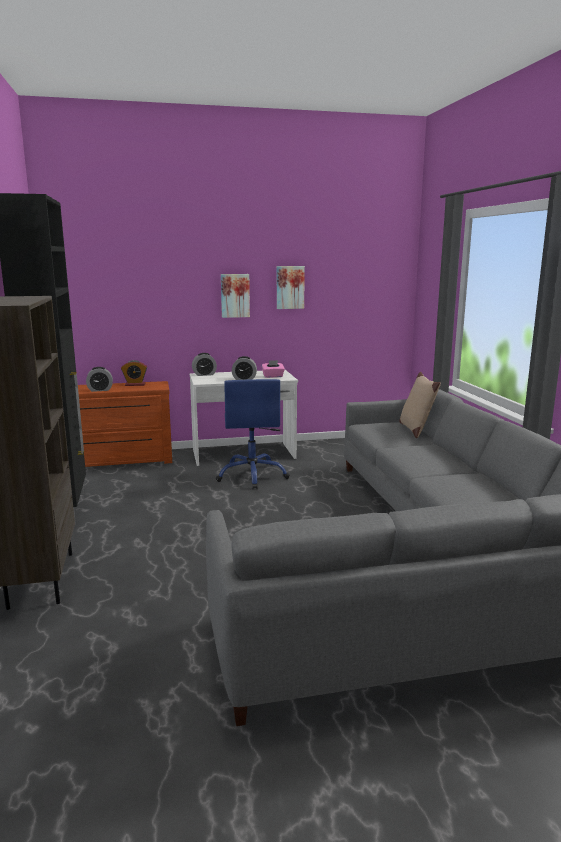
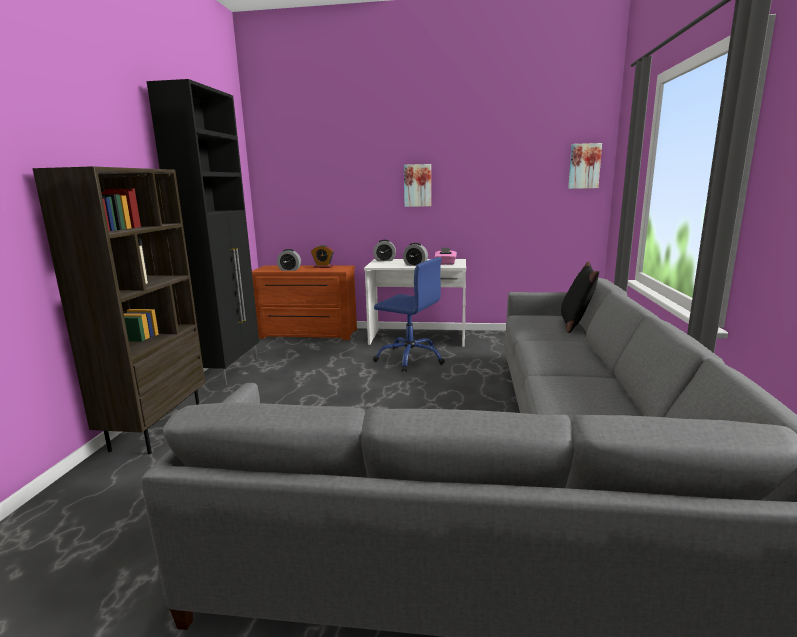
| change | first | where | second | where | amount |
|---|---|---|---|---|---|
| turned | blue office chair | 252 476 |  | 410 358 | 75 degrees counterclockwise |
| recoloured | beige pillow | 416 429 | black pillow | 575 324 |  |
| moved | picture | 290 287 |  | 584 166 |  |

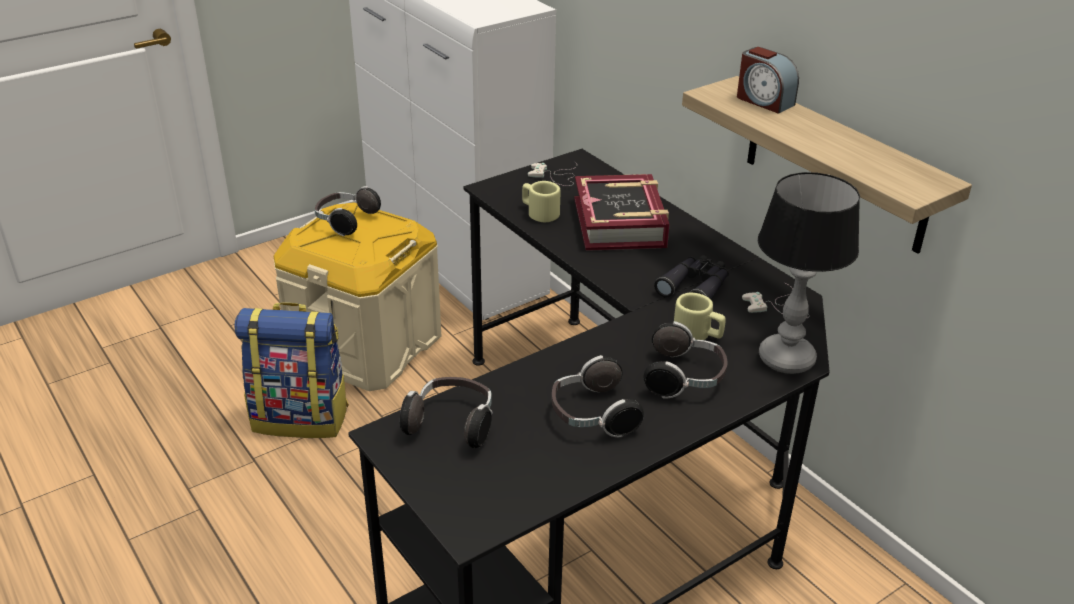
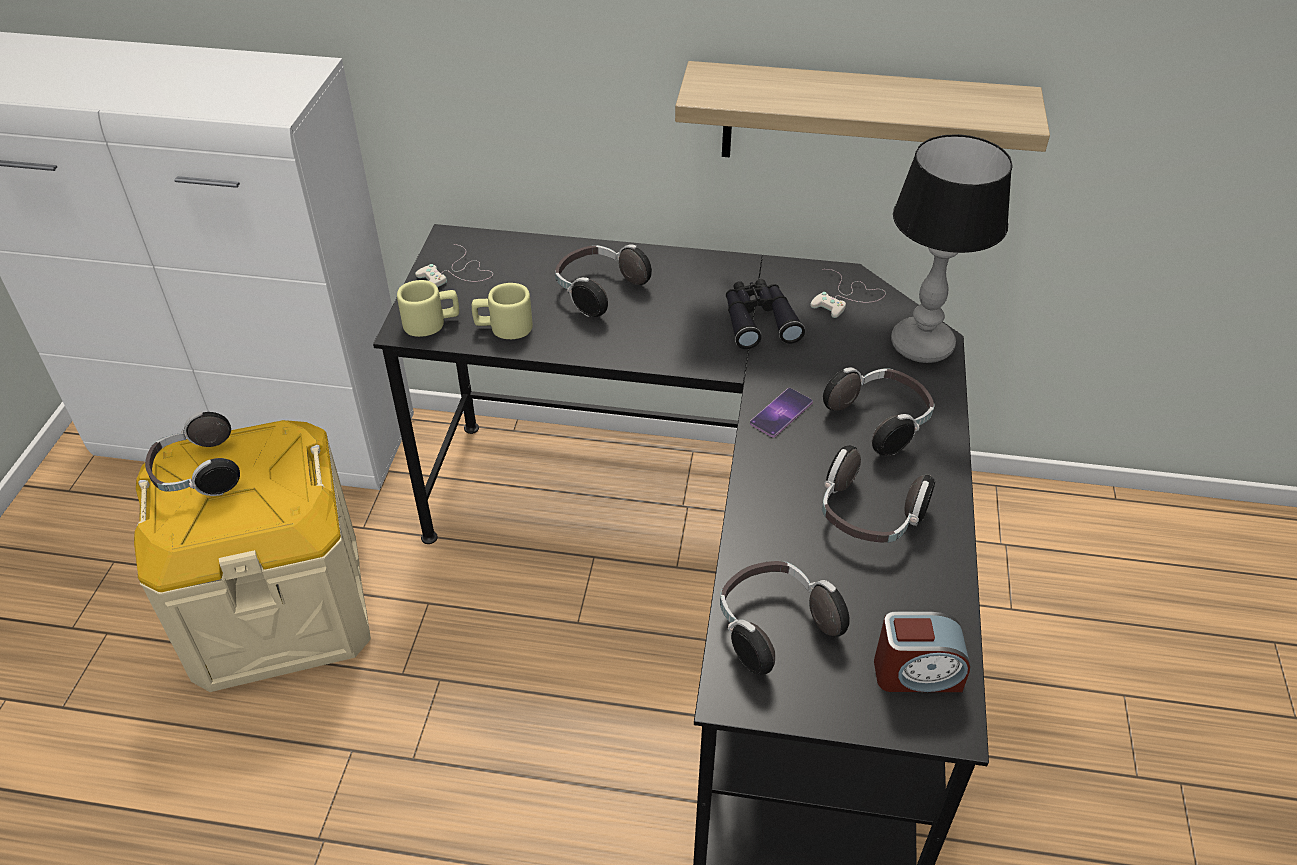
| change | first | where | second | where | amount |
|---|---|---|---|---|---|
| moved | beige mug | 698 334 |  | 432 323 |  |
| replaced | book | 620 223 | headphones | 598 291 |  |
| added |  |  | phone | 781 413 |  |
| moved | alarm clock | 764 101 |  | 916 673 |  |
| removed | backpack | 301 418 |  |  |  |

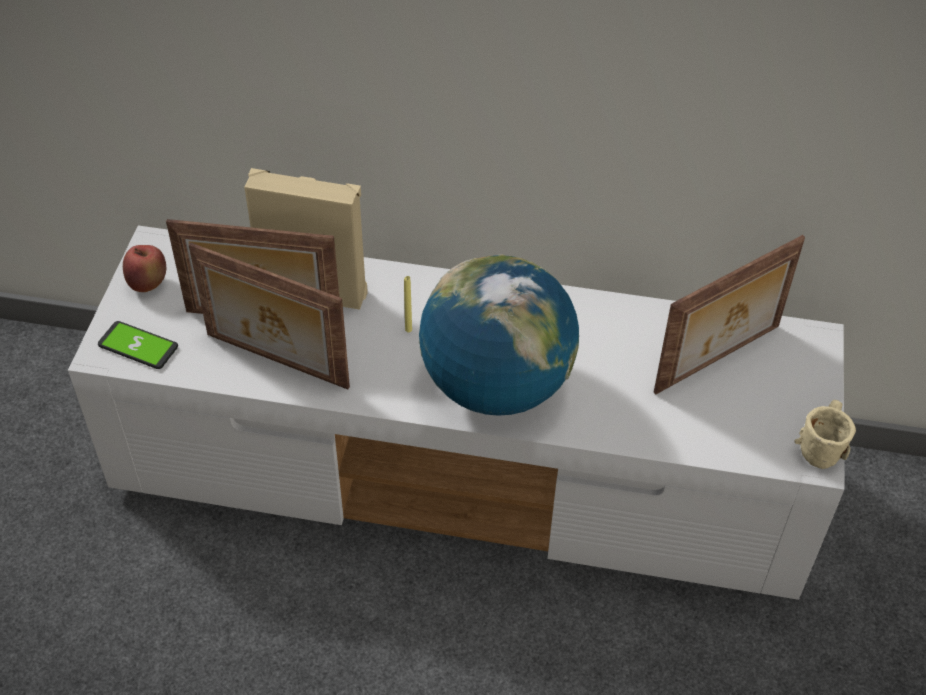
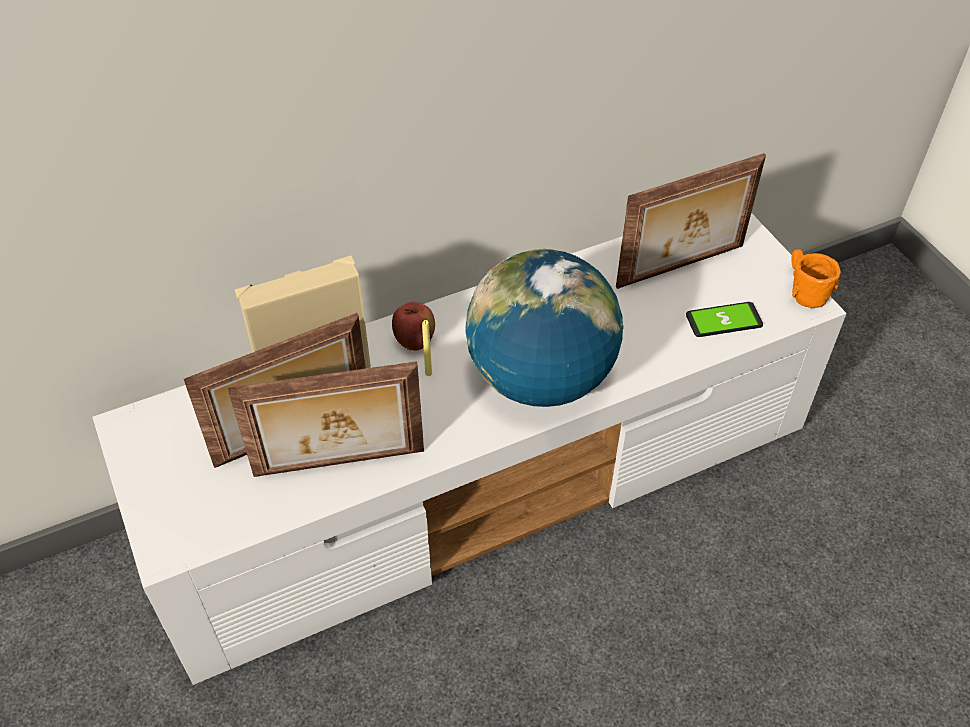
| change | first | where | second | where | amount |
|---|---|---|---|---|---|
| moved | apple | 148 284 |  | 415 341 |  |
| turned | picture frame | 719 360 |  | 681 268 | 45 degrees clockwise |
| moved | phone | 138 346 |  | 723 320 |  |
| recoloured | beige mug | 820 442 | orange mug | 801 289 |  |

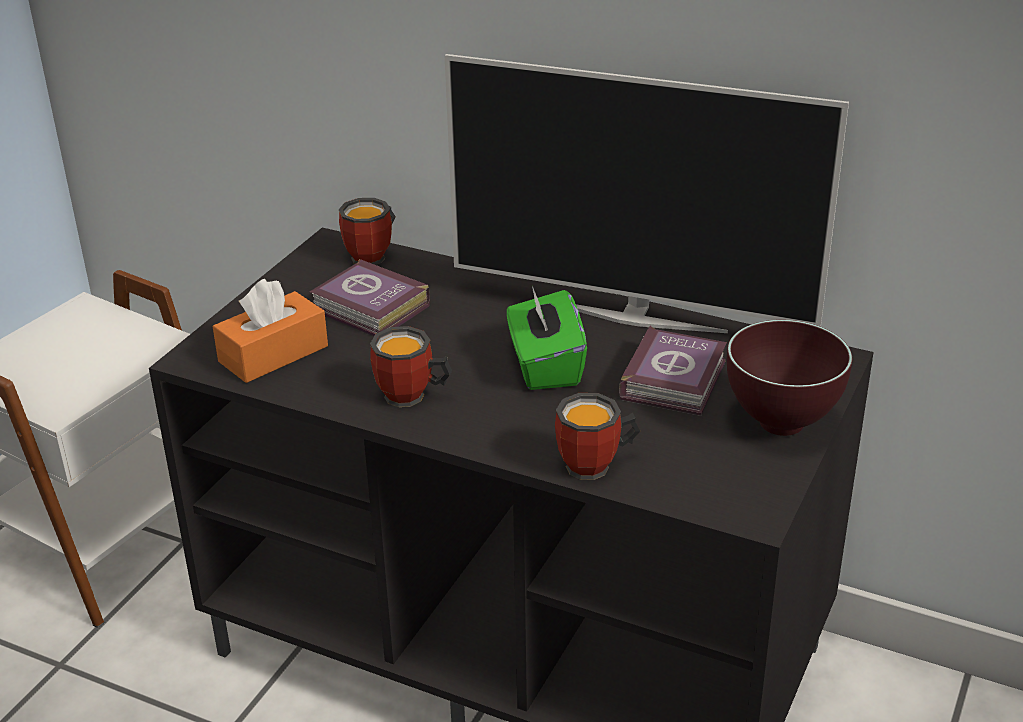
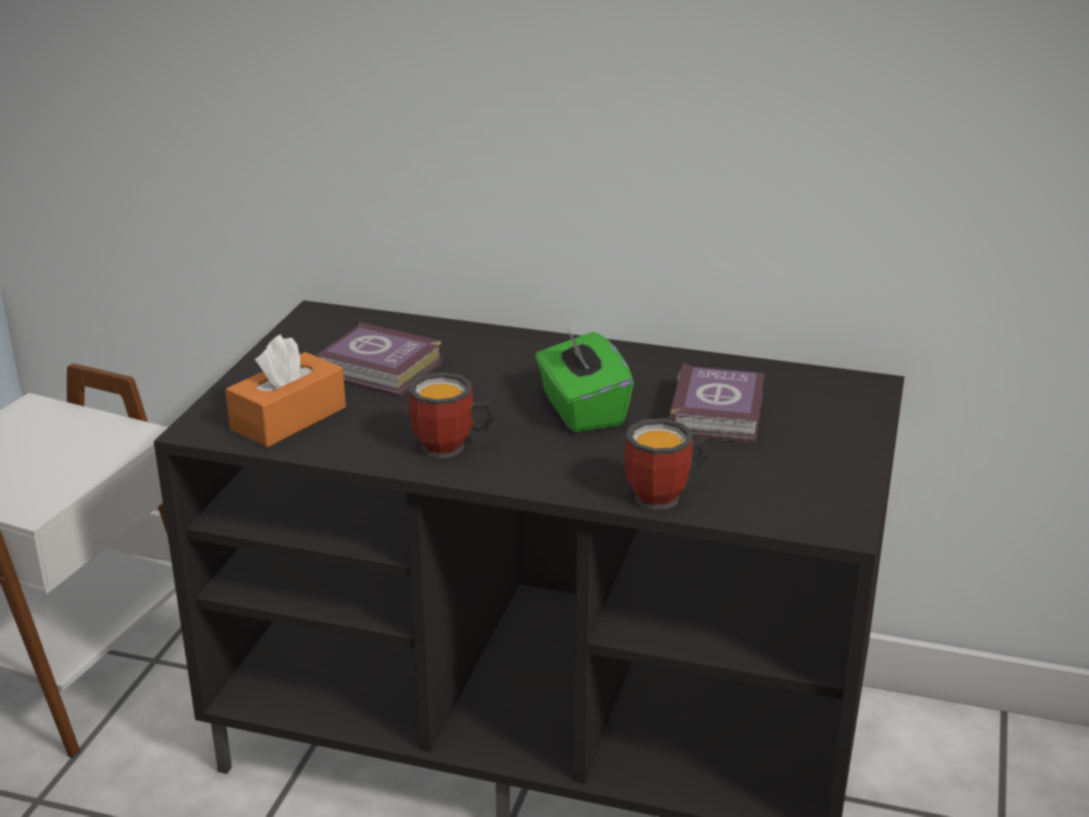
| change | first | where | second | where | amount |
|---|---|---|---|---|---|
| removed | mug | 374 255 |  |  |  |
| removed | television | 634 315 |  |  |  |
| removed | brown bowl | 782 423 |  |  |  |

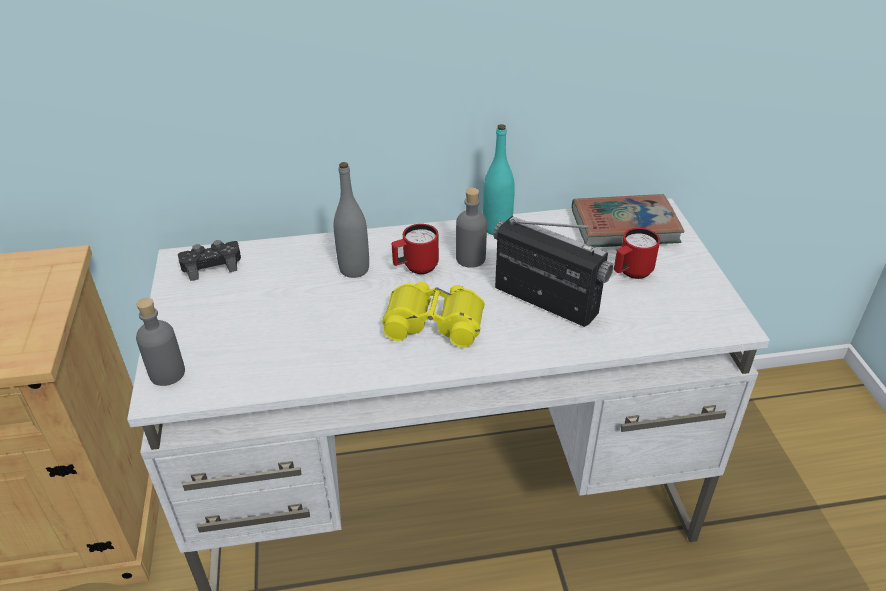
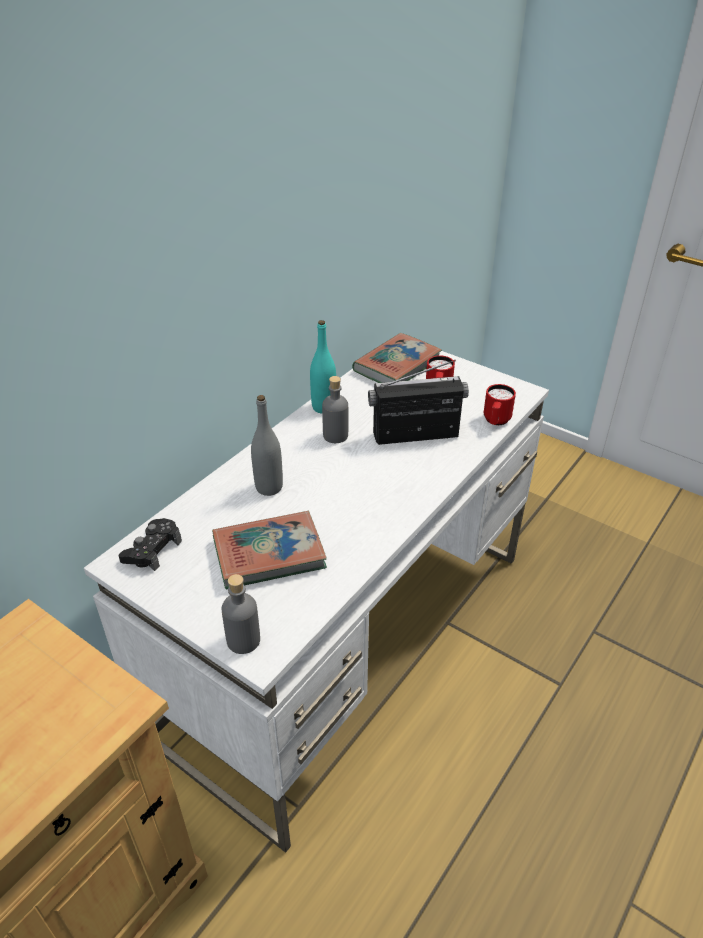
| change | first | where | second | where | amount |
|---|---|---|---|---|---|
| added |  |  | book | 269 554 |  |
| moved | red mug | 415 268 |  | 495 422 |  |
| removed | yellow binoculars | 434 321 |  |  |  |

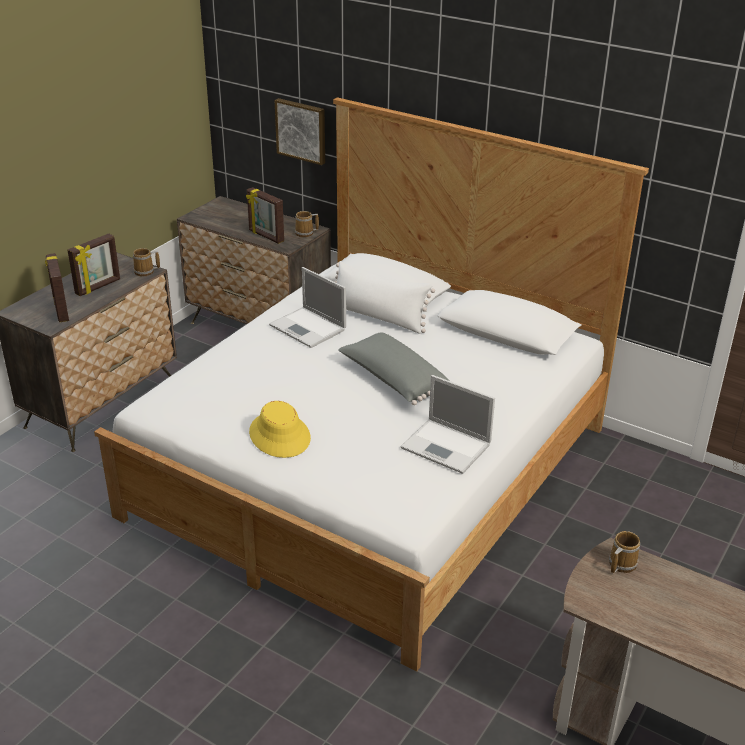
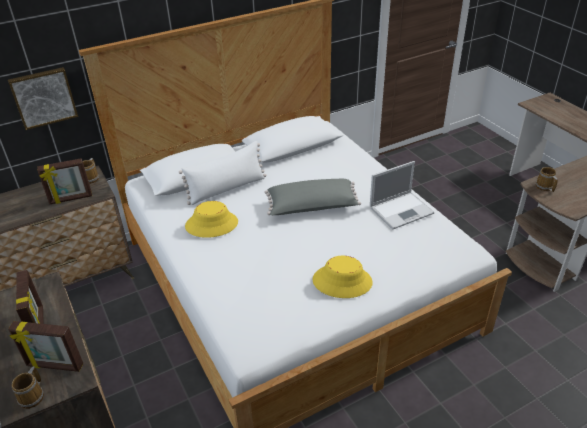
| change | first | where | second | where | amount |
|---|---|---|---|---|---|
| moved | mug | 146 272 |  | 33 396 |  |
| replaced | laptop | 309 328 | yellow hat | 211 224 |  |

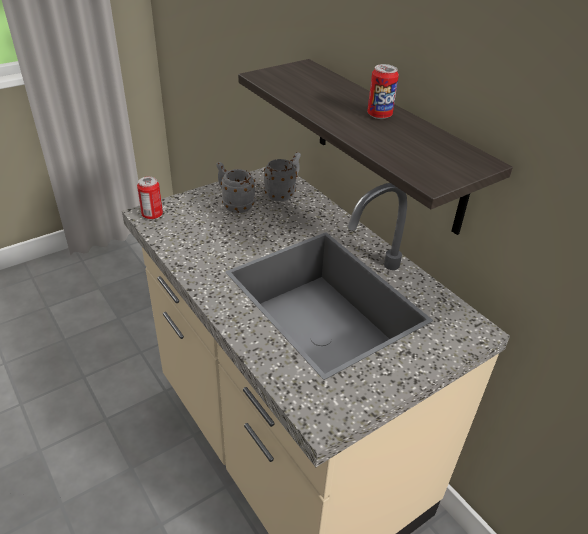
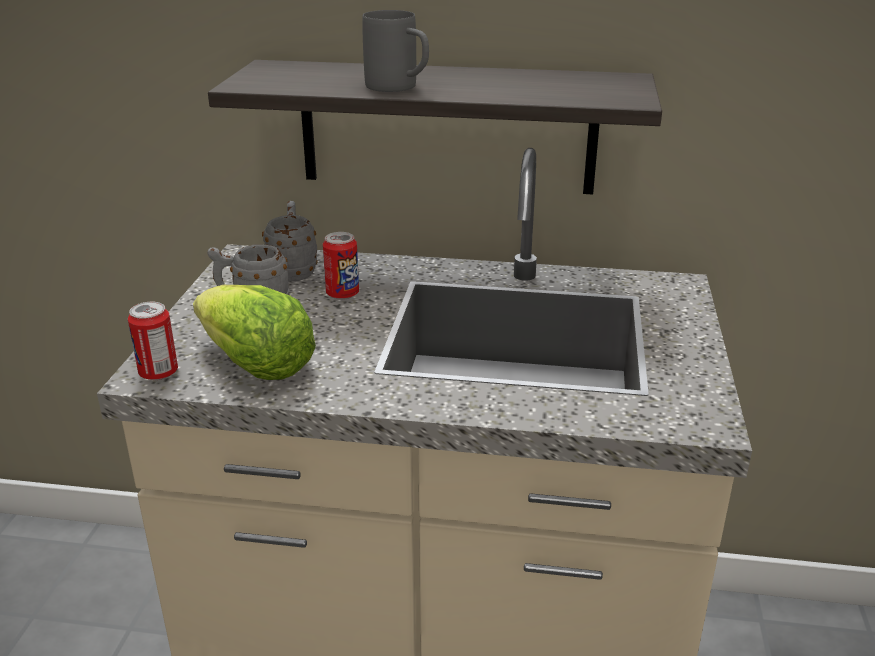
| change | first | where | second | where | amount |
|---|---|---|---|---|---|
| added |  |  | lettuce | 256 366 |  |
| moved | can | 379 115 |  | 342 294 |  |
| added |  |  | grey mug | 399 88 |  |

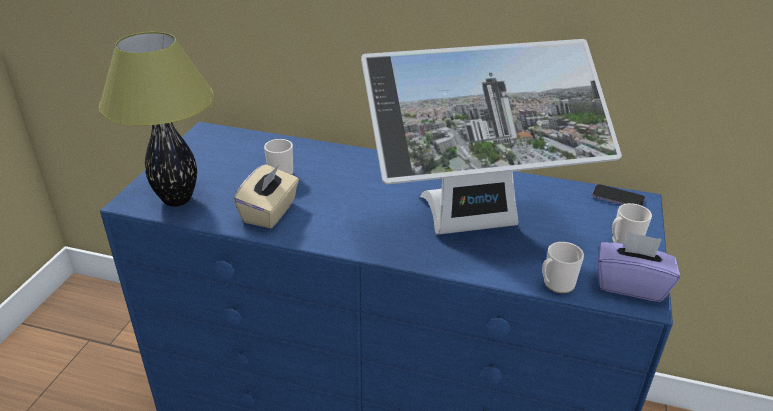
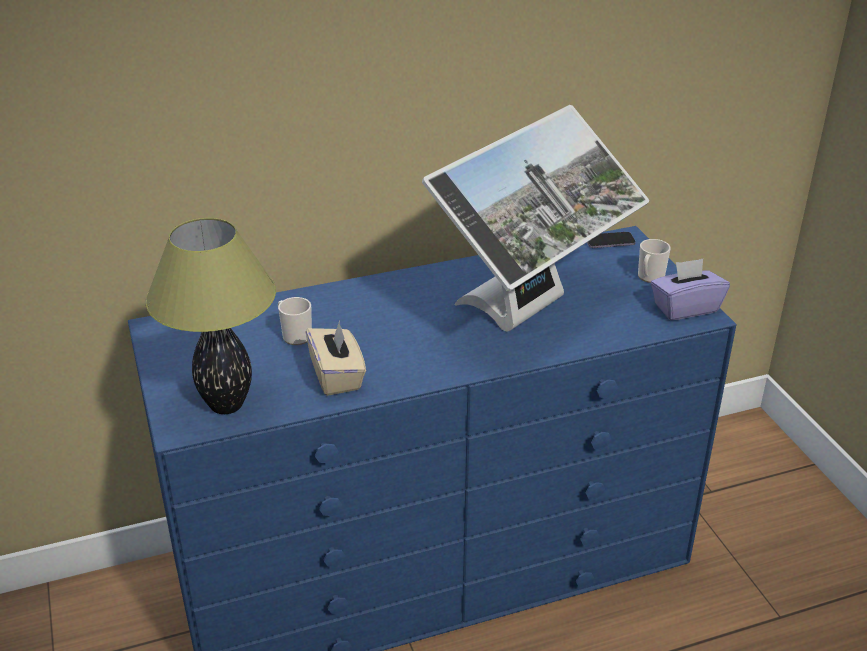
| change | first | where | second | where | amount |
|---|---|---|---|---|---|
| removed | mug | 556 284 |  |  |  |

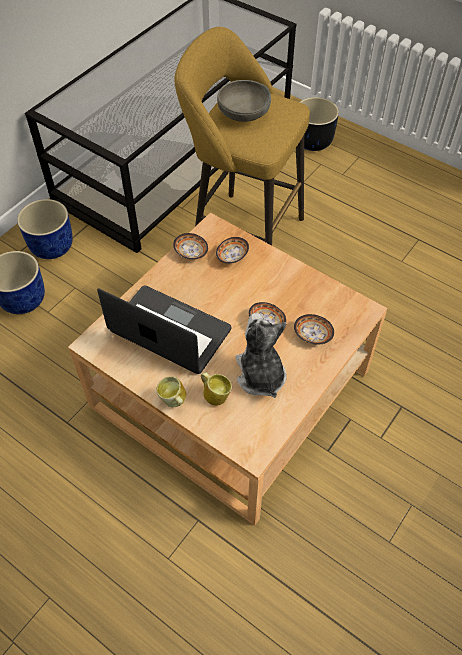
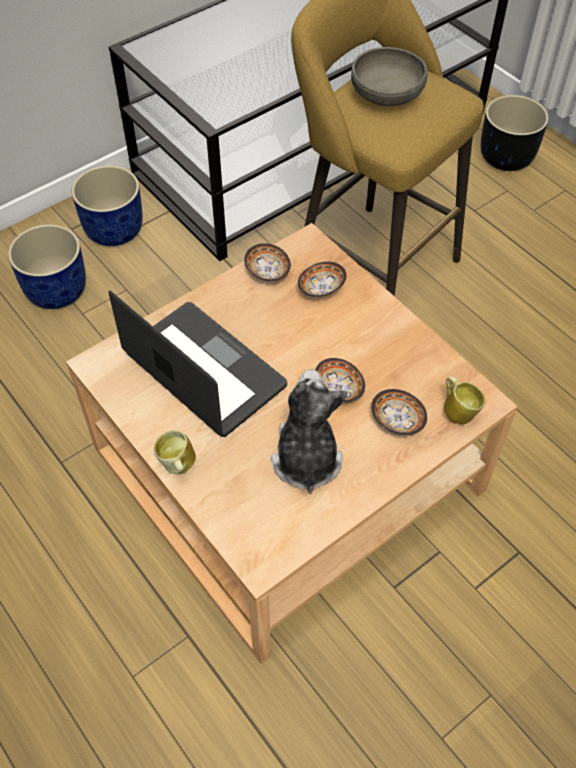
| change | first | where | second | where | amount |
|---|---|---|---|---|---|
| moved | mug | 215 394 |  | 458 410 |  |

